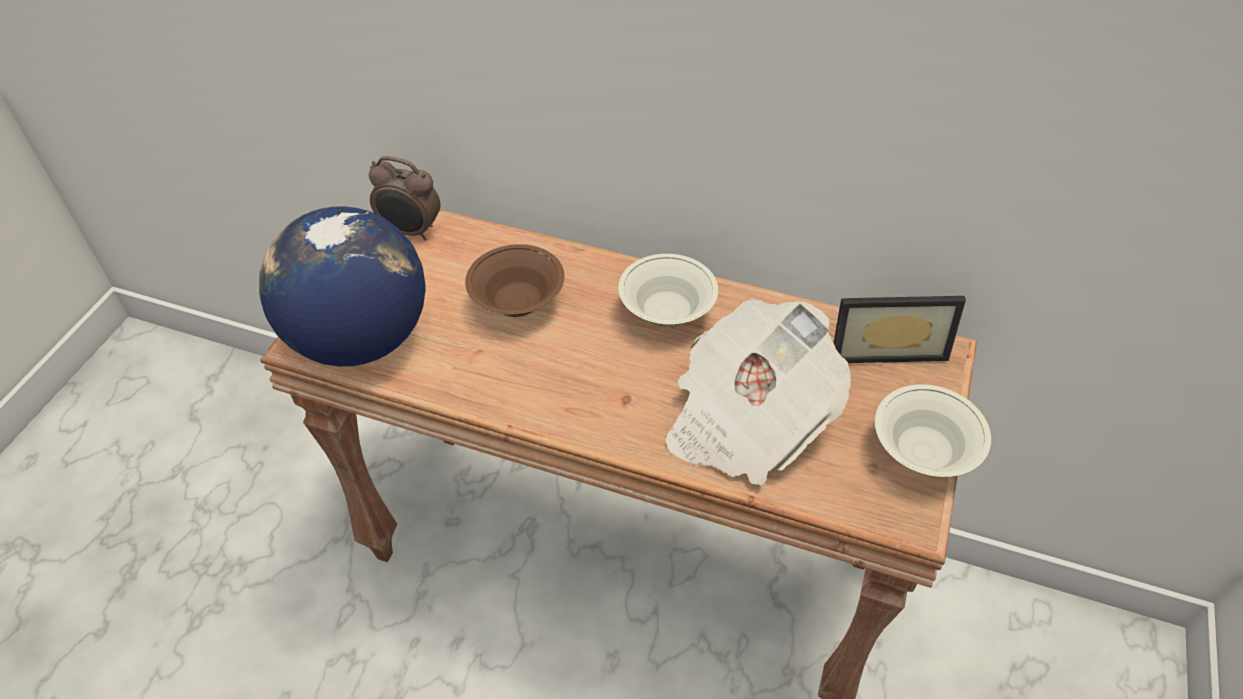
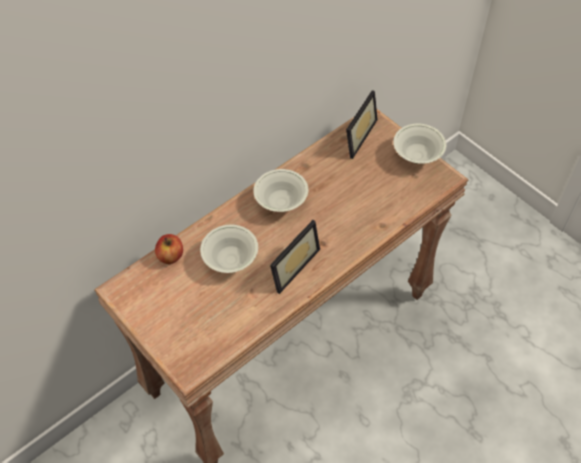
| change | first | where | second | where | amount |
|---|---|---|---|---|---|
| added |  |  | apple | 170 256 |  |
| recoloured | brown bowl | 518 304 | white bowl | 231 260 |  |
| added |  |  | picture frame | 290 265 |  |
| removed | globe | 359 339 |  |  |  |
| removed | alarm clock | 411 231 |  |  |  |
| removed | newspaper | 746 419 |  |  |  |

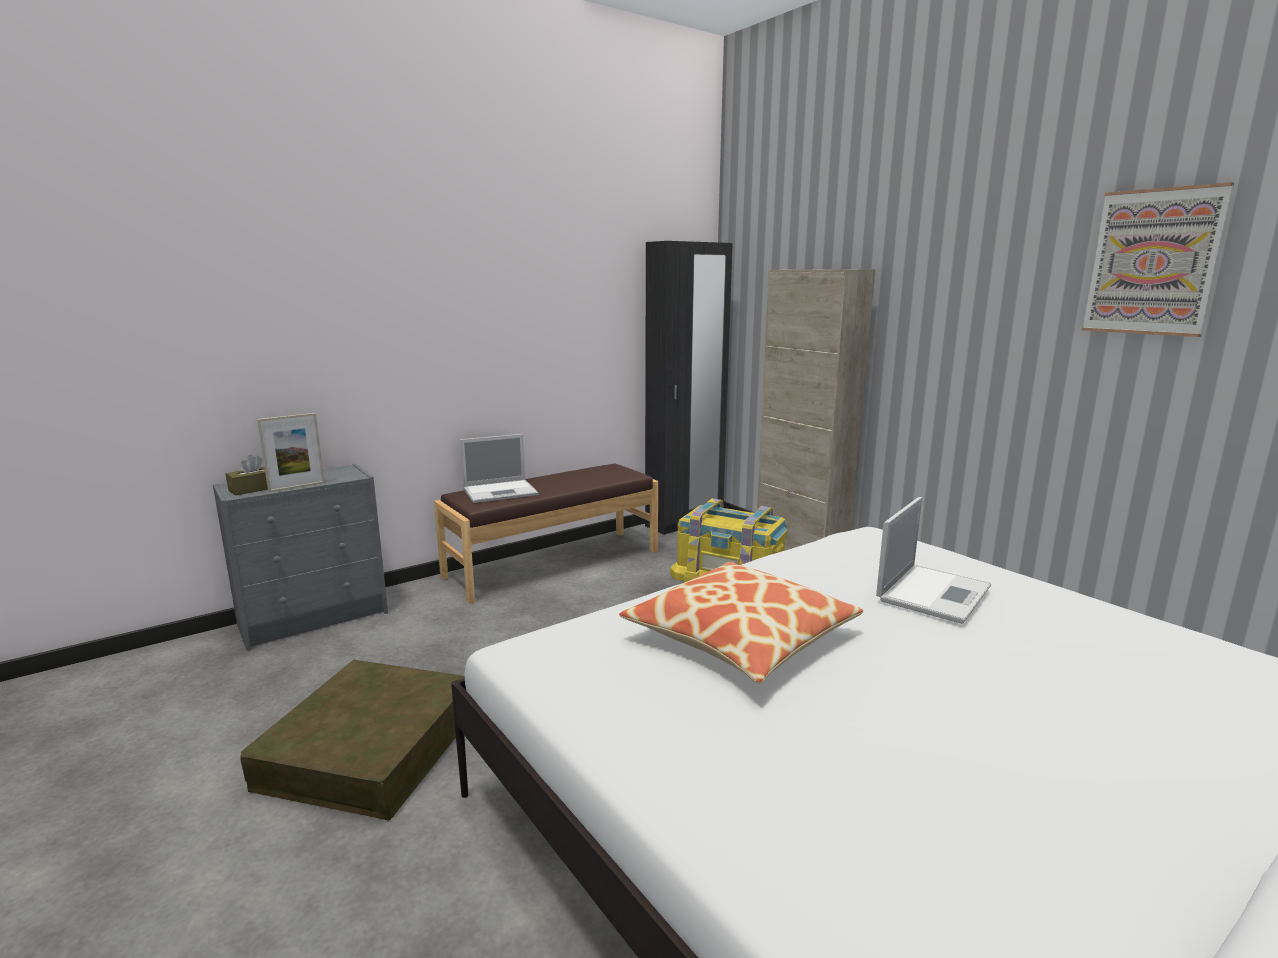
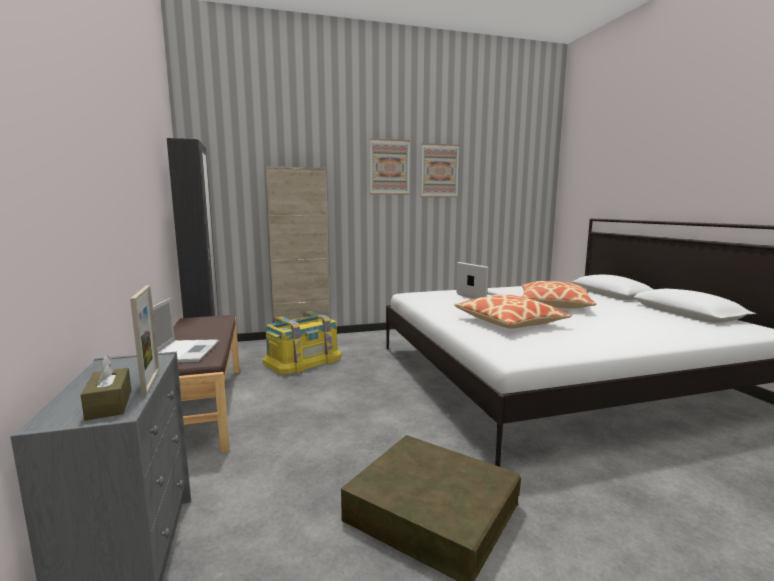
| change | first | where | second | where | amount |
|---|---|---|---|---|---|
| added |  |  | picture | 389 167 |  |
| added |  |  | pillow | 554 304 |  |

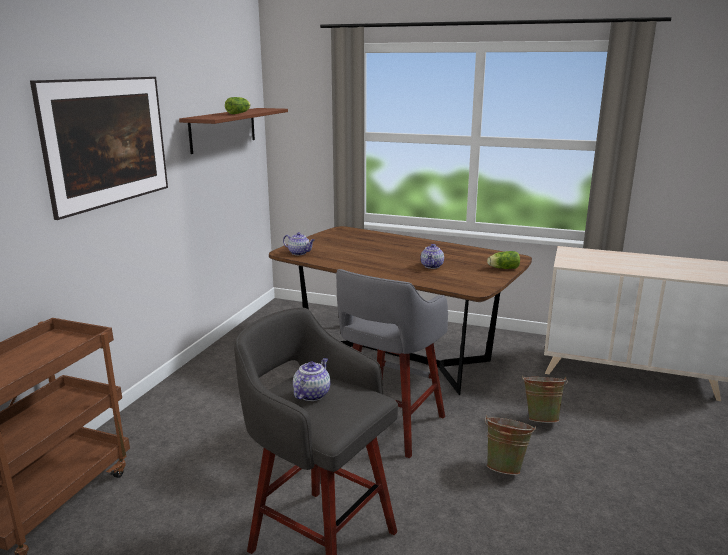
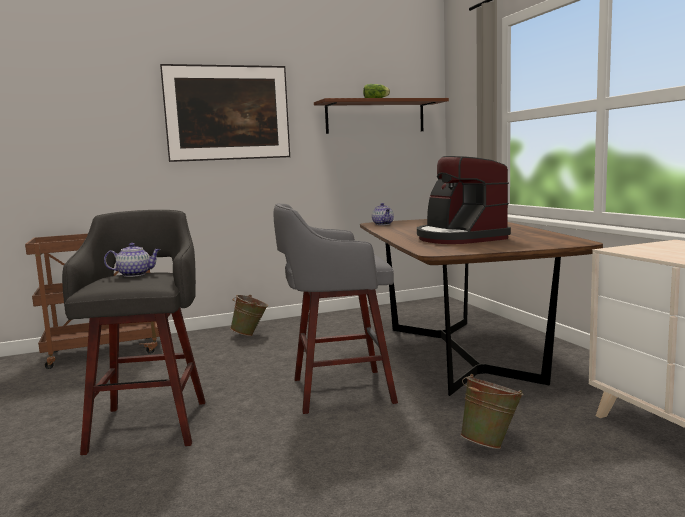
| change | first | where | second | where | amount |
|---|---|---|---|---|---|
| moved | green bucket | 505 467 |  | 251 335 |  |
| replaced | teapot | 432 266 | coffee machine | 459 238 |  |
| removed | lettuce | 502 268 |  |  |  |

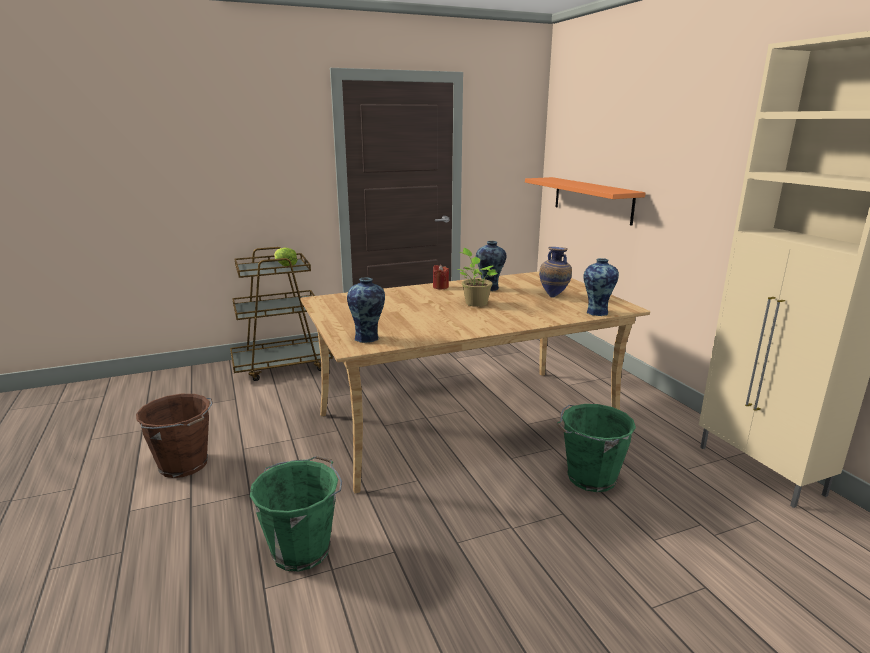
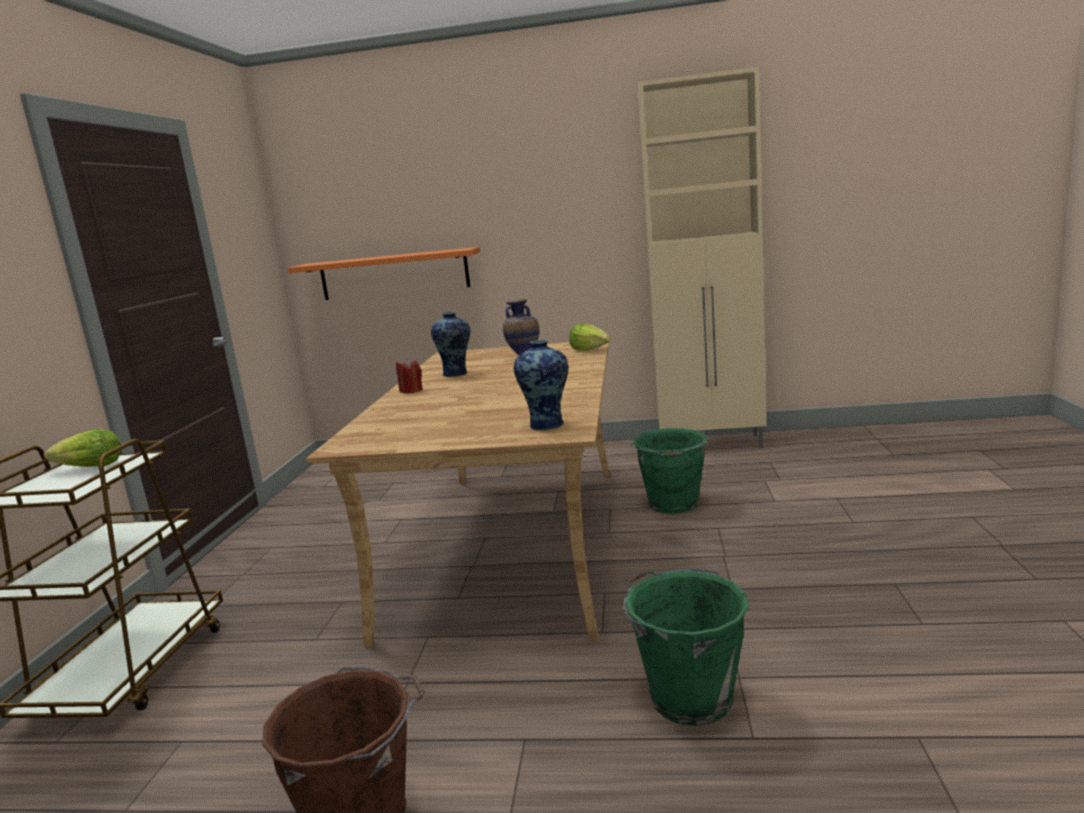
| change | first | where | second | where | amount |
|---|---|---|---|---|---|
| replaced | vase | 597 312 | lettuce | 590 350 |  |
| removed | potted plant | 475 303 |  |  |  |

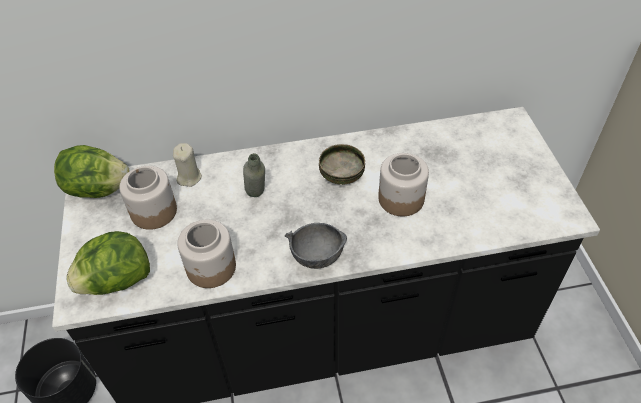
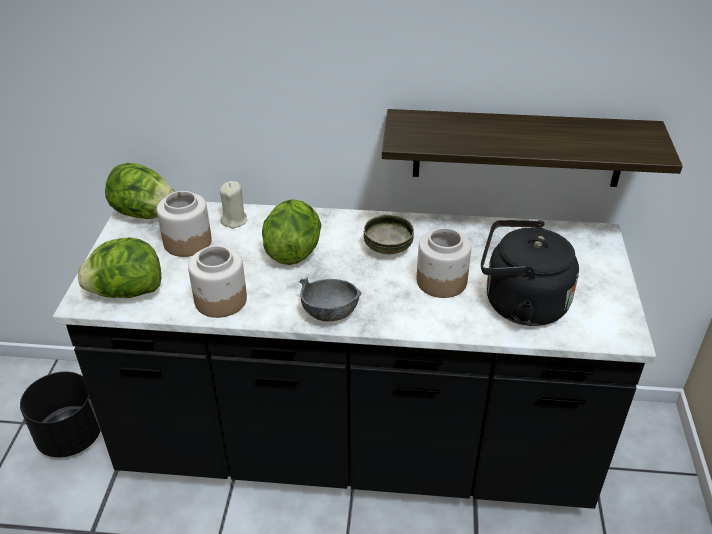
| change | first | where | second | where | amount |
|---|---|---|---|---|---|
| replaced | grey bottle | 257 198 | lettuce | 293 251 |  |
| added |  |  | shelf | 518 148 |  |
| added |  |  | black kettle | 519 304 |  |

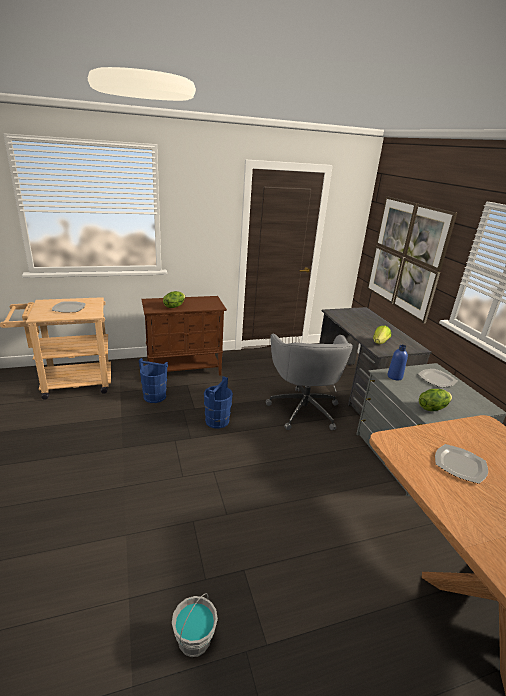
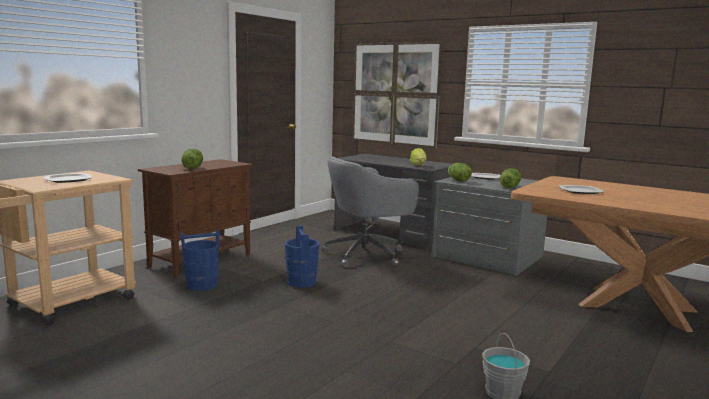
| change | first | where | second | where | amount |
|---|---|---|---|---|---|
| turned | grey office chair | 303 409 |  | 367 255 | 105 degrees clockwise |
| replaced | blue bottle | 394 376 | lettuce | 458 180 |  |

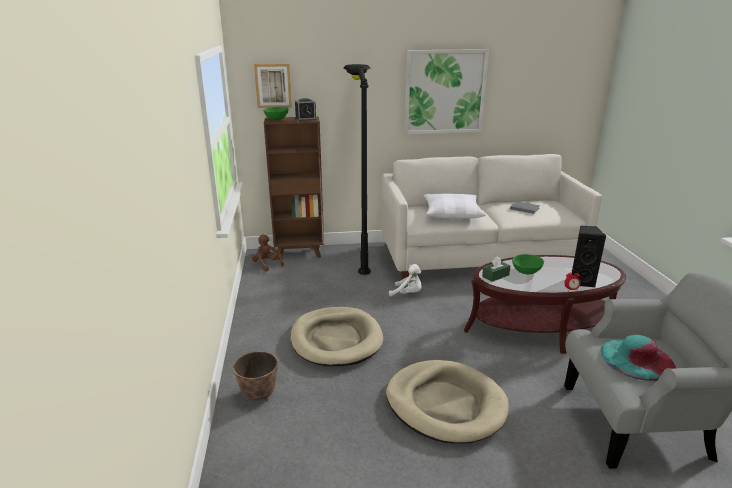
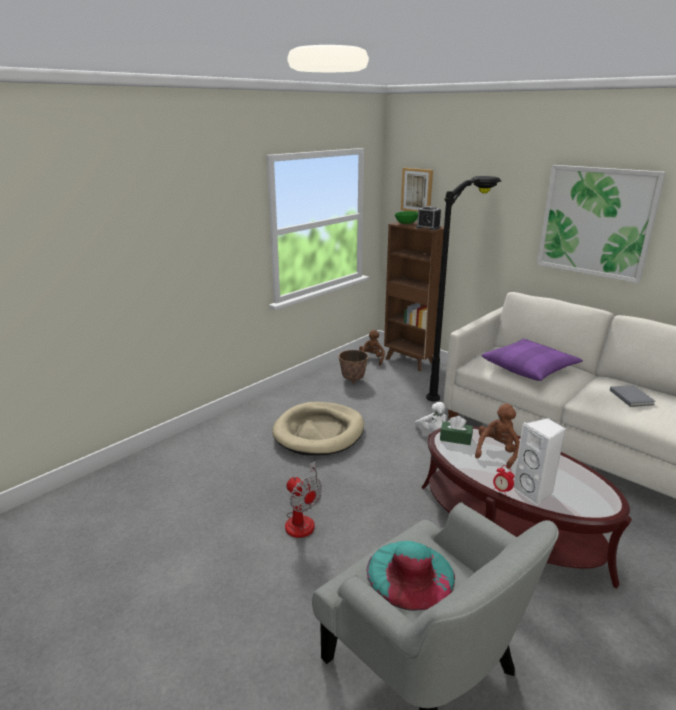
| change | first | where | second | where | amount |
|---|---|---|---|---|---|
| replaced | beige dog bed | 445 404 | fan | 302 519 |  |
| moved | planter | 258 396 |  | 353 380 |  |
| replaced | green bowl | 526 271 | brown plush toy | 497 452 |  |
| recoloured | white pillow | 452 213 | purple pillow | 529 368 |  |
| recoloured | black speaker | 581 281 | white speaker | 534 492 |  |

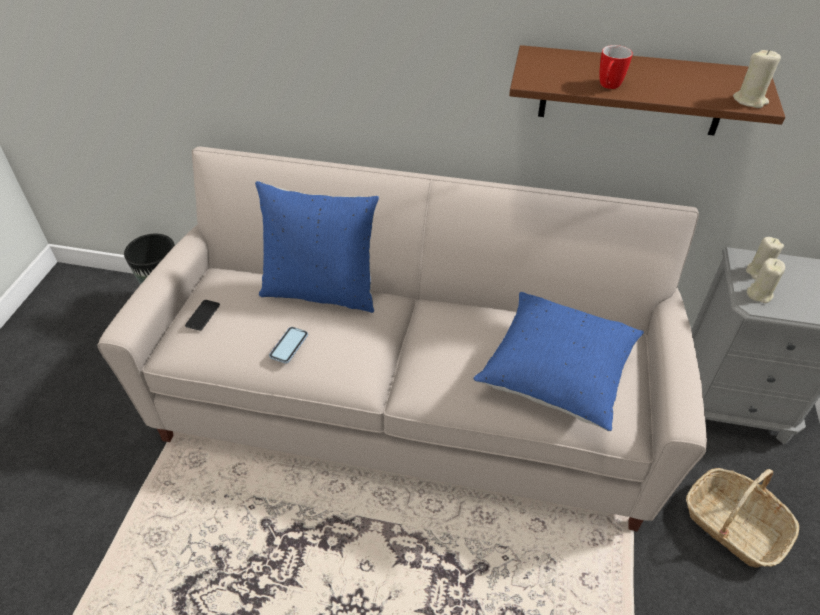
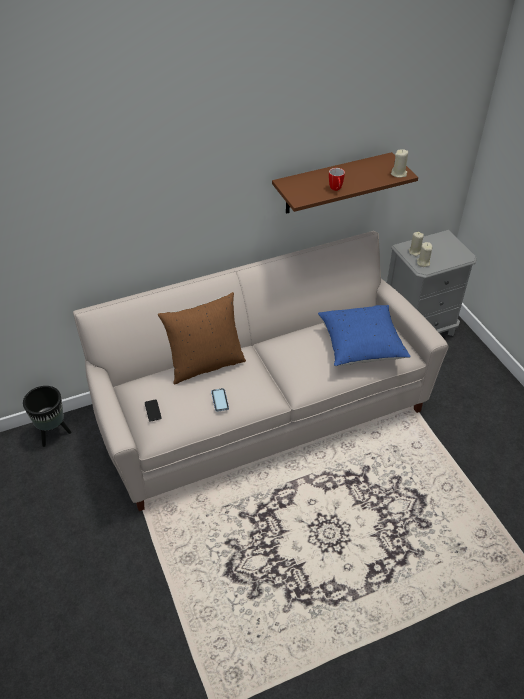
| change | first | where | second | where | amount |
|---|---|---|---|---|---|
| recoloured | blue pillow | 321 291 | brown pillow | 205 364 |  |
| removed | basket | 733 525 |  |  |  |

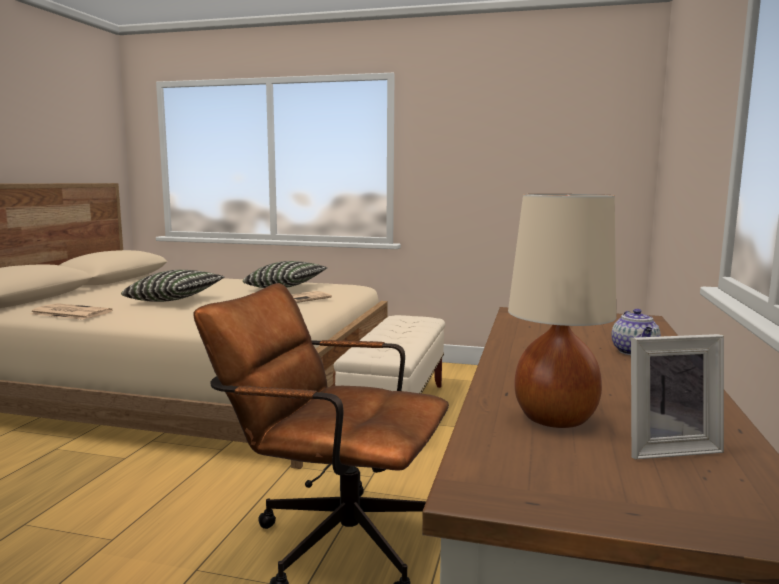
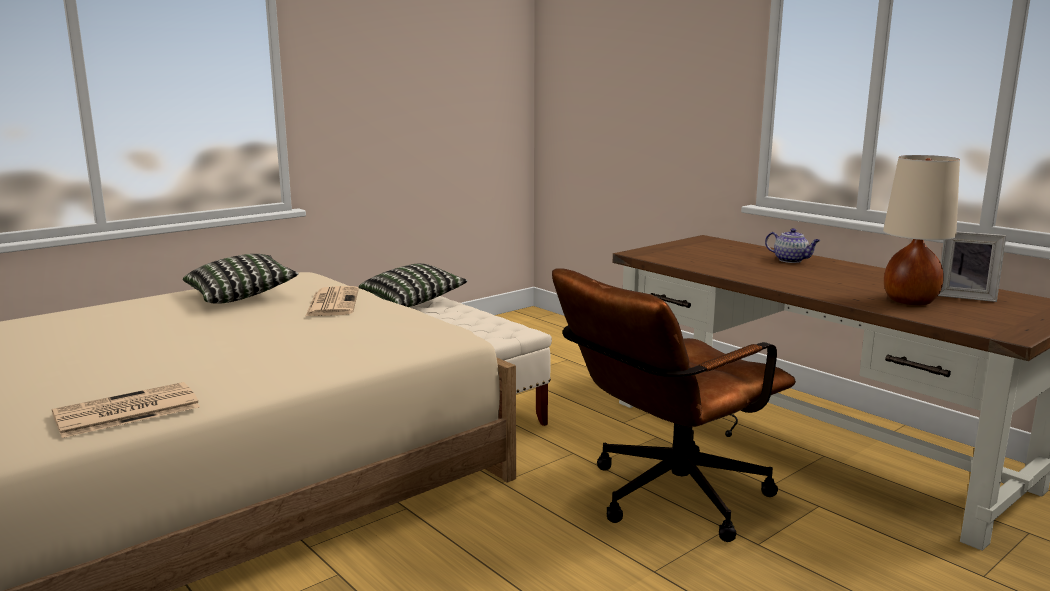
| change | first | where | second | where | amount |
|---|---|---|---|---|---|
| moved | pillow | 174 300 |  | 413 301 |  |
| turned | picture frame | 666 447 |  | 965 296 | 90 degrees clockwise |

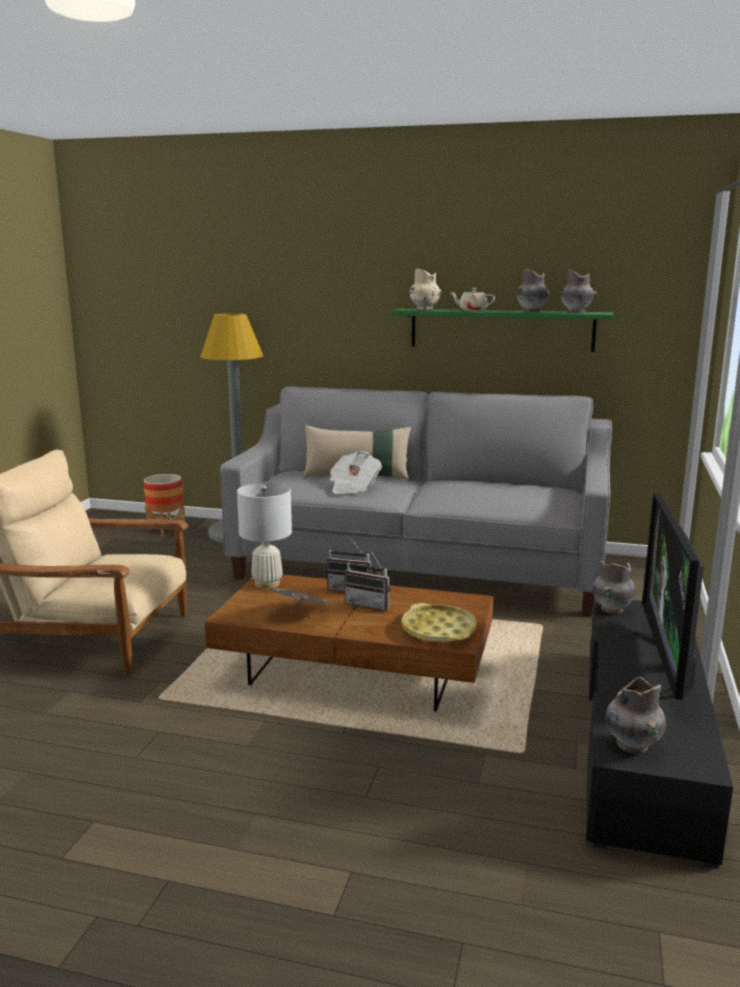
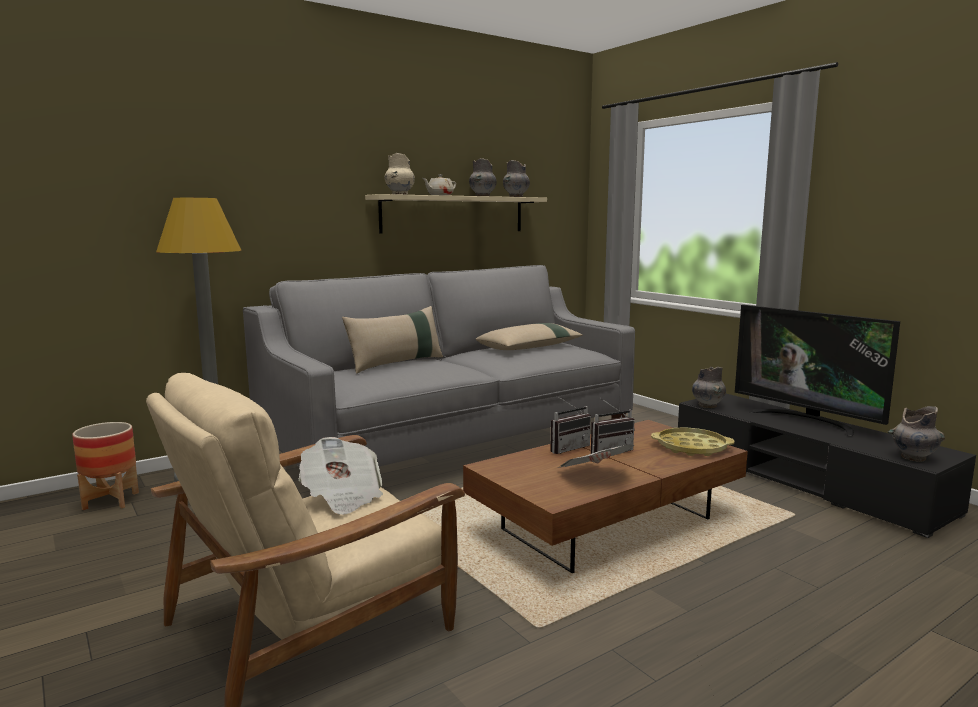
| change | first | where | second | where | amount |
|---|---|---|---|---|---|
| moved | newspaper | 353 487 |  | 342 496 |  |
| recoloured | green shelf | 501 329 | beige shelf | 454 214 |  |
| added |  |  | beige pillow | 530 347 |  |
| removed | white table lamp | 267 584 |  |  |  |

